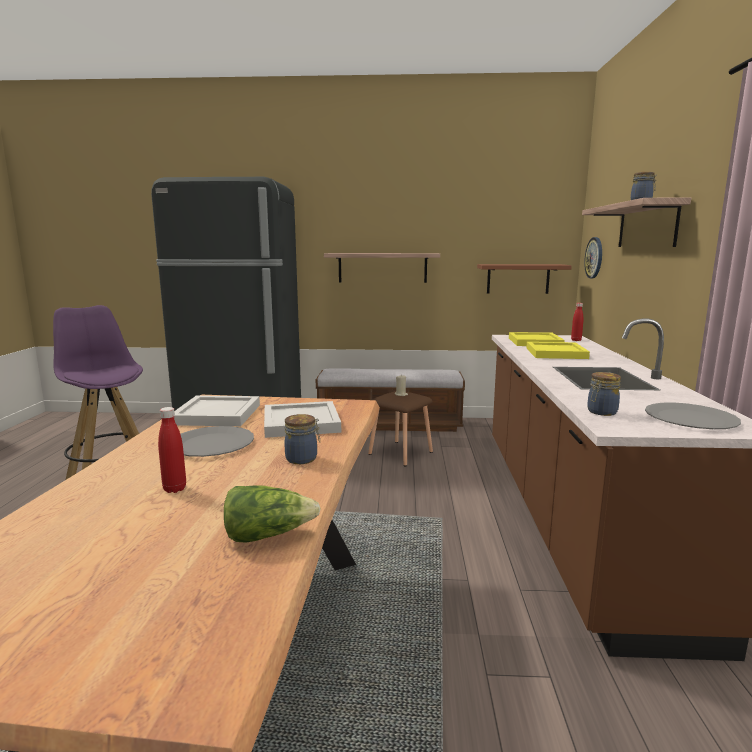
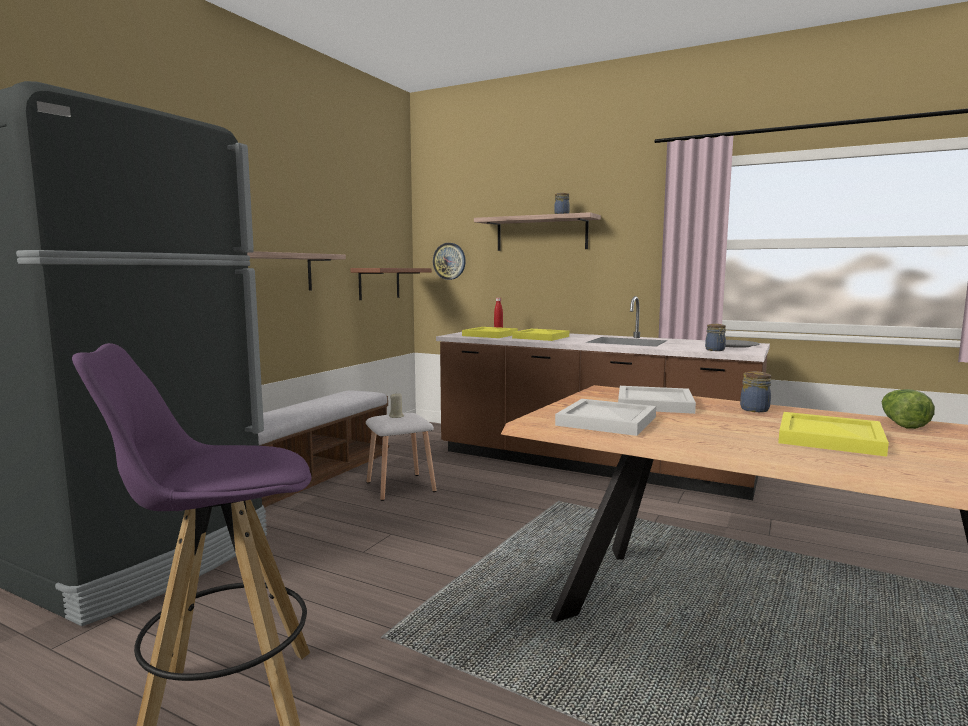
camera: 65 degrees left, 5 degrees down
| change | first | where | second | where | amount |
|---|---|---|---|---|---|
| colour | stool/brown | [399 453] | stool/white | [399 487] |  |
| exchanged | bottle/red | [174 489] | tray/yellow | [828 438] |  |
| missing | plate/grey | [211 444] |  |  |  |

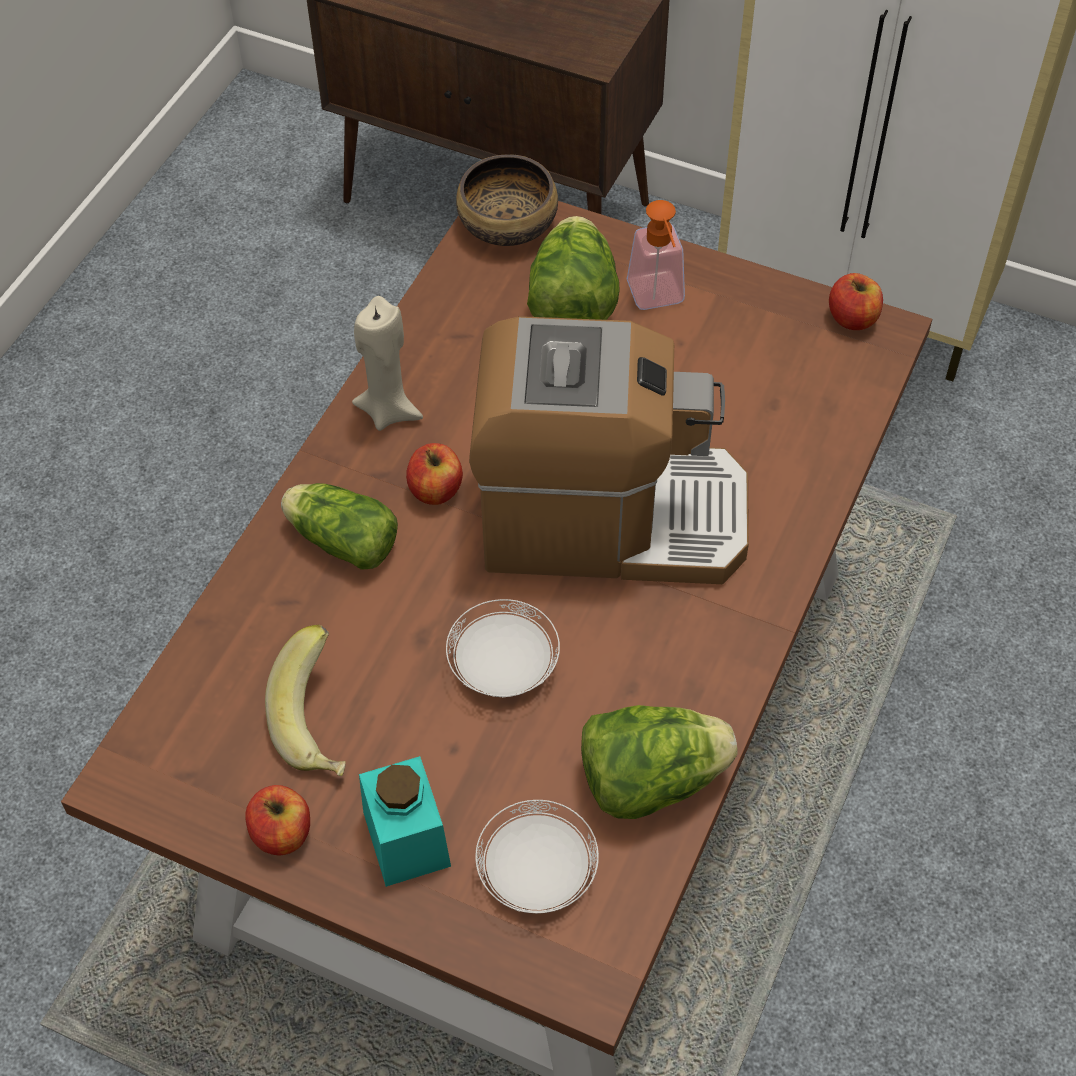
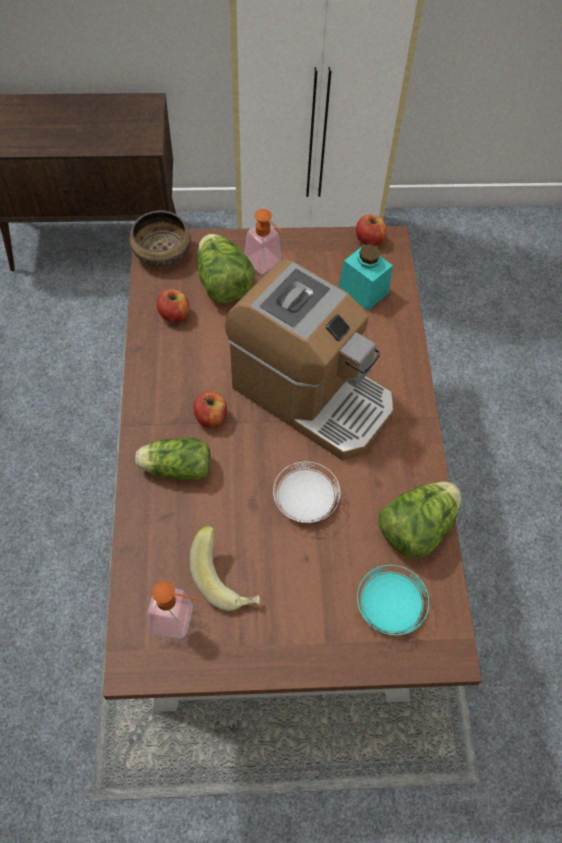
camera: 30 degrees left, 5 degrees up
| change | first | where | second | where | amount |
|---|---|---|---|---|---|
| appeared |  |  | soap dispenser | [179 620] |  |
| relocated | apple | [282 833] |  | [174 314] |  |
| spun | coffee machine | [609 518] |  | [311 394] | 60 degrees clockwise |
| relocated | jar/turquoise | [406 839] |  | [363 290] |  |
| colour | plate/white | [536 872] | plate/turquoise | [389 606] |  |
| missing | candle/beige | [389 410] |  |  |  |

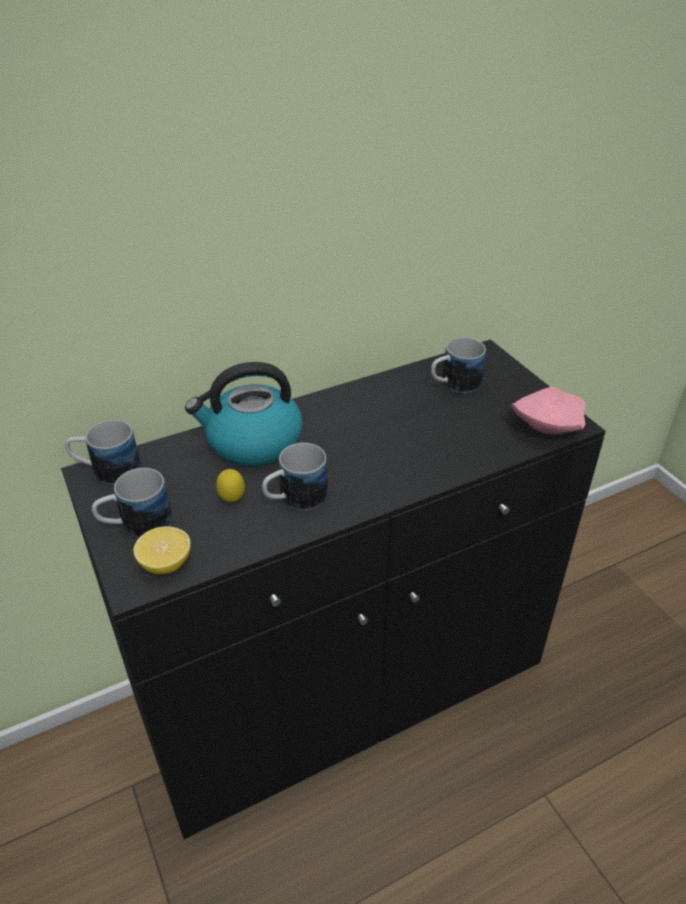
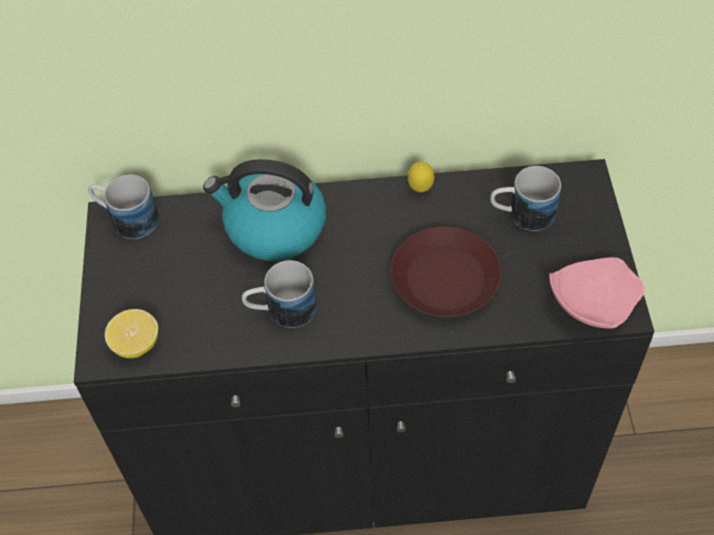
camera: 25 degrees right, 15 degrees up
| change | first | where | second | where | amount |
|---|---|---|---|---|---|
| appeared |  |  | plate/brown | [446 278] |  |
| relocated | lemon | [232 500] |  | [420 189] |  |
| missing | mug | [136 525] |  |  |  |

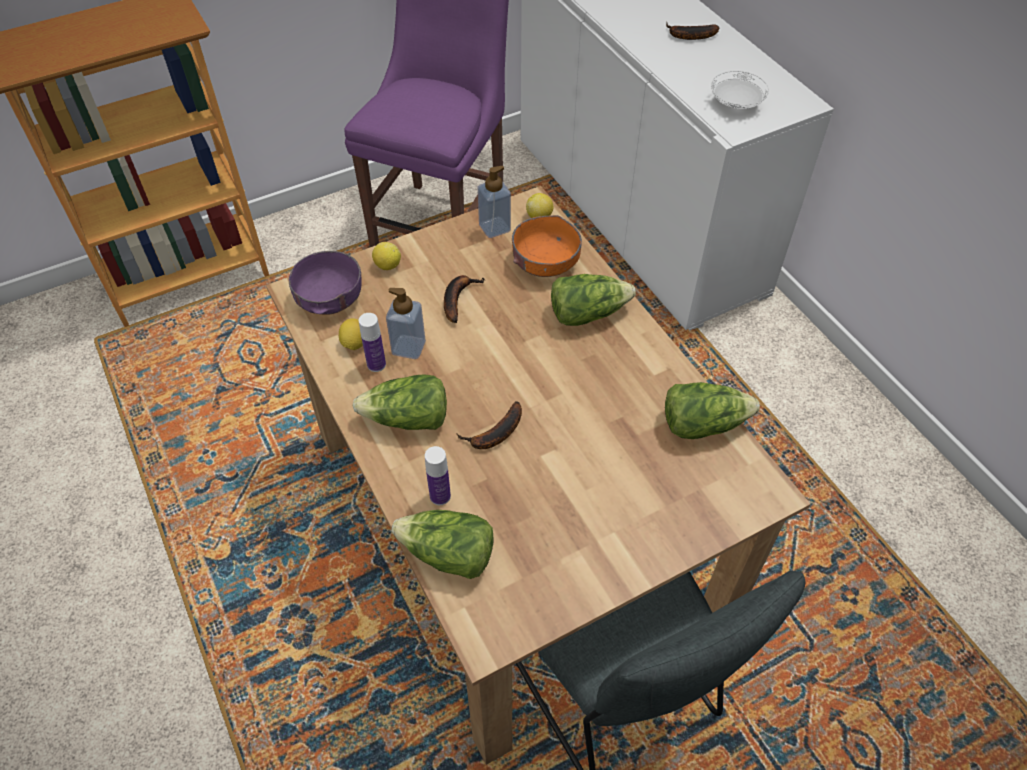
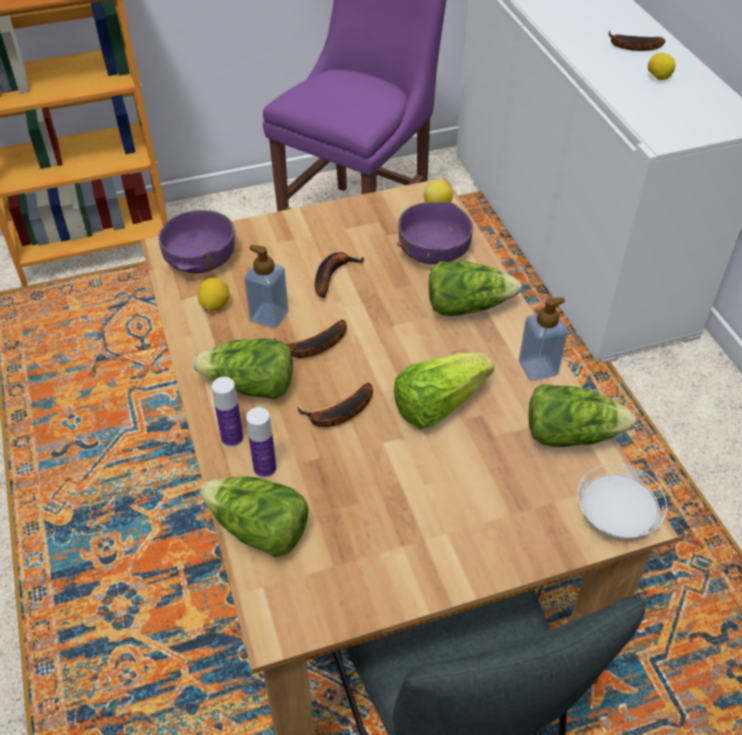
camera: 10 degrees right, 5 degrees down
| change | first | where | second | where | amount |
|---|---|---|---|---|---|
| relocated | bottle | [376 364] |  | [232 438] |  |
| appeared |  |  | banana | [313 347] |  |
| appeared |  |  | lettuce | [438 405] |  |
| colour | bowl/orange | [545 262] | bowl/purple | [433 251] |  |
| relocated | soap dispenser | [494 228] |  | [538 368] |  |
| relocated | plate/white | [735 104] |  | [615 515] |  |
| relocated | lemon | [387 265] |  | [658 78] |  |

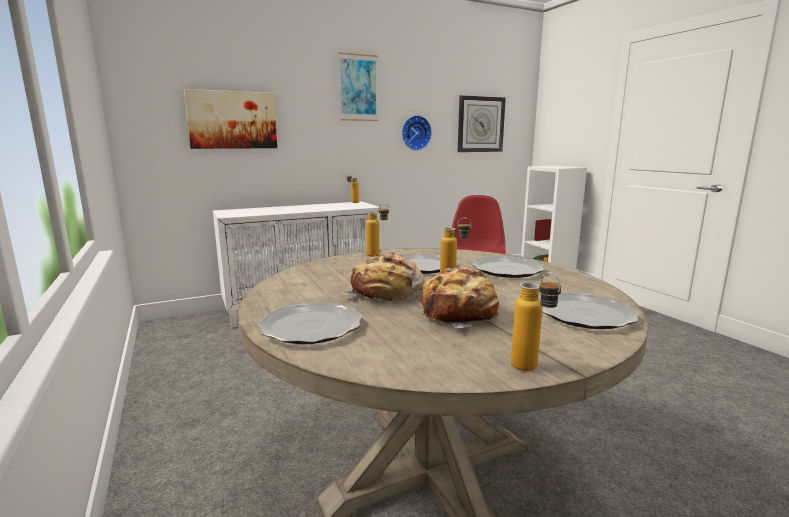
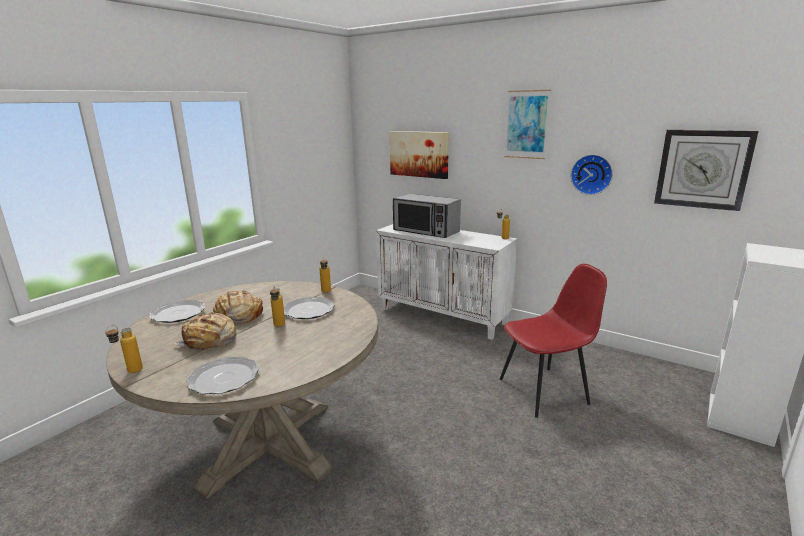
camera: 60 degrees right, 5 degrees up
| change | first | where | second | where | amount |
|---|---|---|---|---|---|
| appeared |  |  | microwave | [426 231] |  |
| missing | plate | [507 269] |  |  |  |

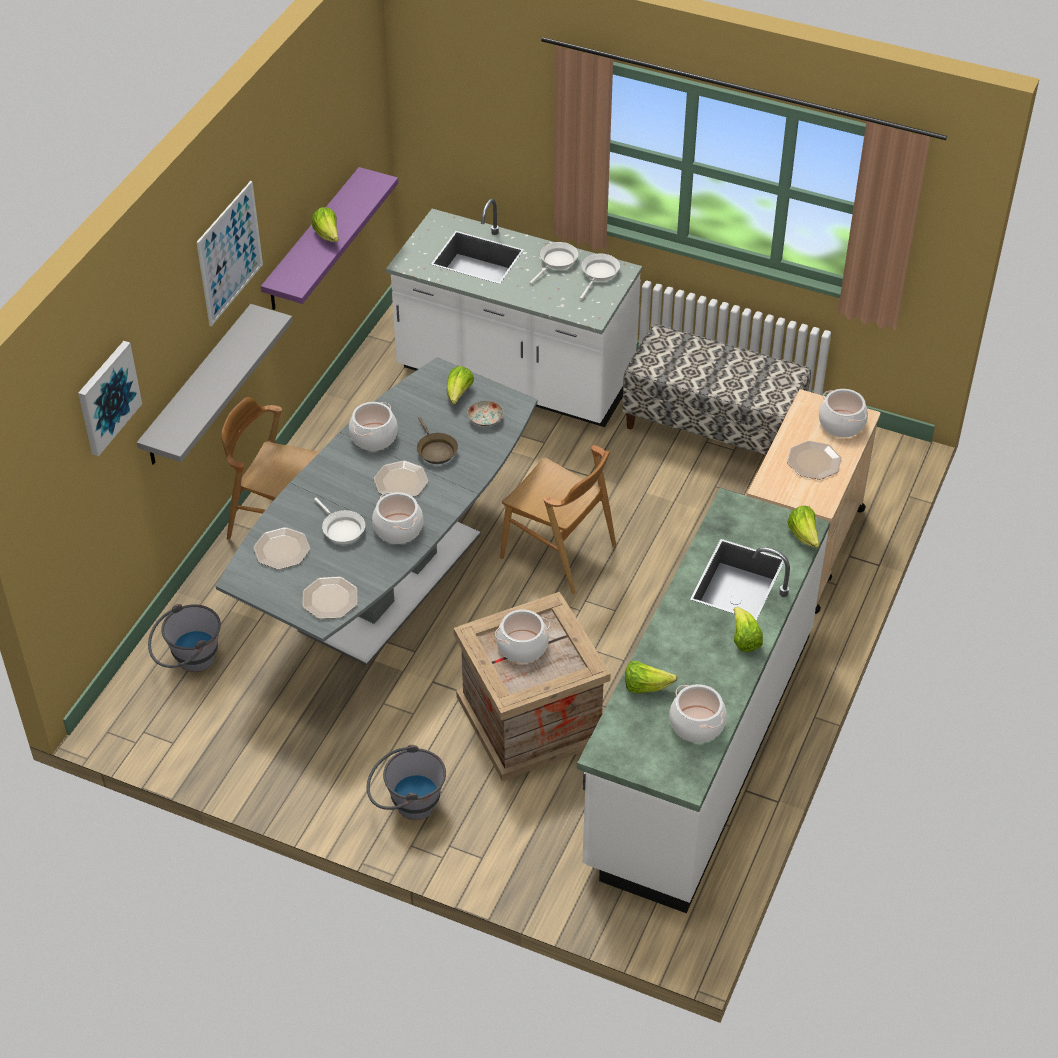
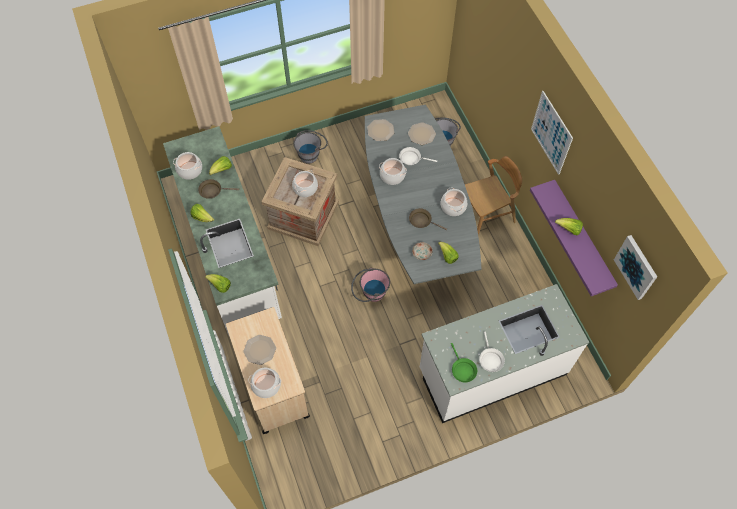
camera: 135 degrees right, 15 degrees up
| change | first | where | second | where | amount |
|---|---|---|---|---|---|
| appeared |  |  | frying pan/brown | [212 191] |  |
| exchanged | chair/brown | [558 552] | bucket/pink | [370 294] |  |
| colour | frying pan/white | [599 274] | frying pan/green | [462 369] |  |
| relocated | picture | [107 397] |  | [636 267] |  |
| missing | shelf/grey | [198 387] |  |  |  |
| missing | plate | [400 481] |  |  |  |
| missing | bench | [712 428] |  |  |  |

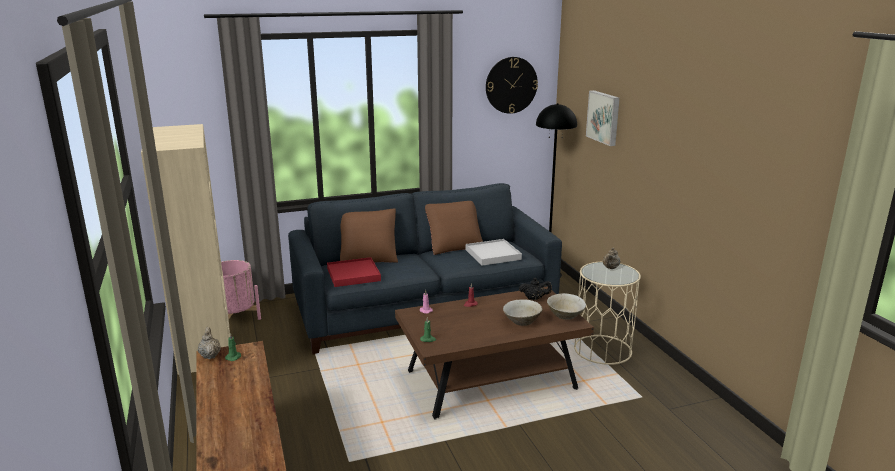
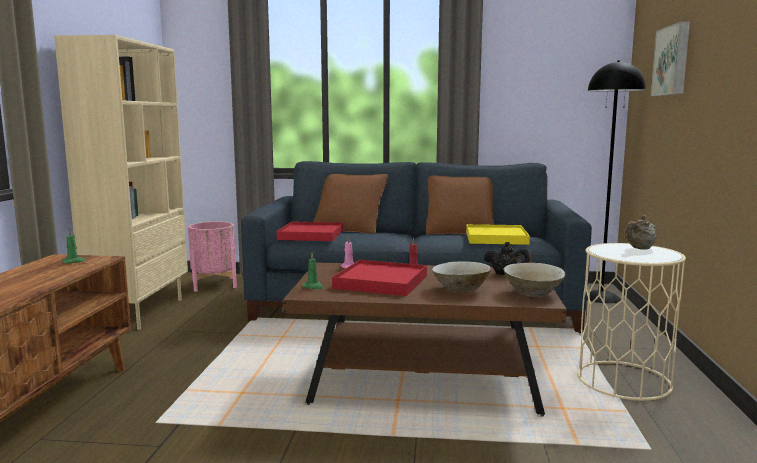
camera: 25 degrees right, 10 degrees down
| change | first | where | second | where | amount |
|---|---|---|---|---|---|
| appeared |  |  | tray/red | [381 282] |  |
| colour | tray/white | [493 254] | tray/yellow | [496 238] |  |
| missing | teapot/beige | [210 355] |  |  |  |
| missing | wall clock | [511 85] |  |  |  |

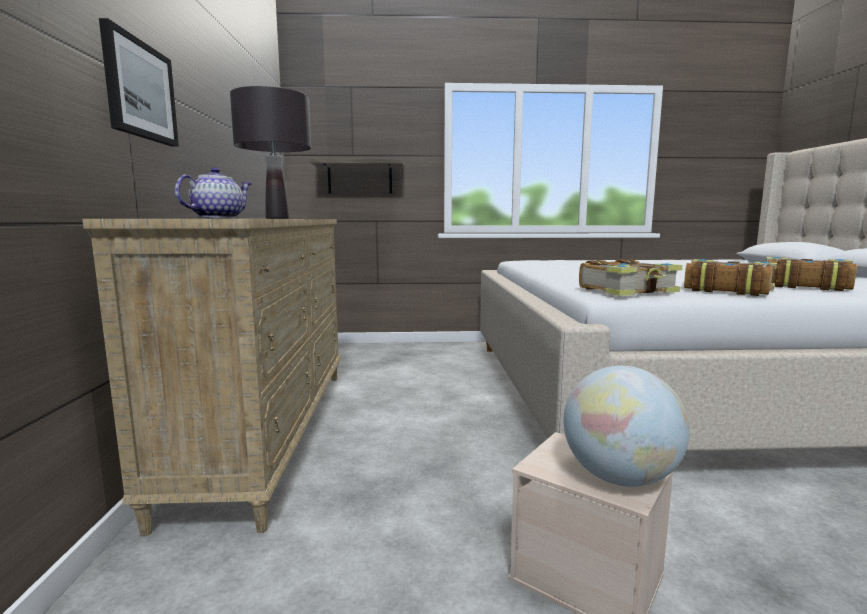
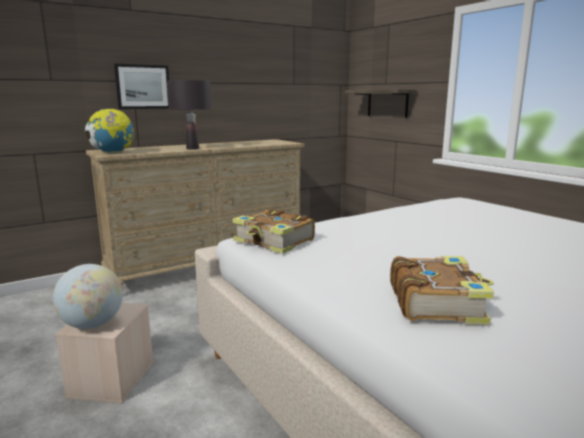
camera: 60 degrees right, 5 degrees up
| change | first | where | second | where | amount |
|---|---|---|---|---|---|
| exchanged | teapot | [218 218] | globe | [112 153] |  |
| missing | book | [726 289] |  |  |  |

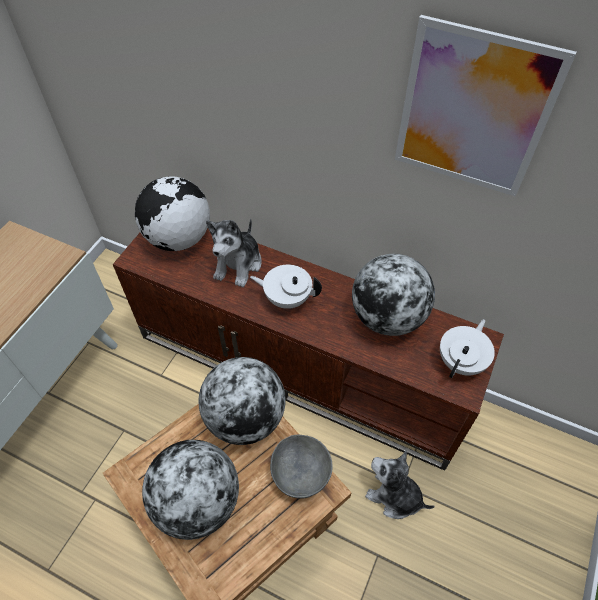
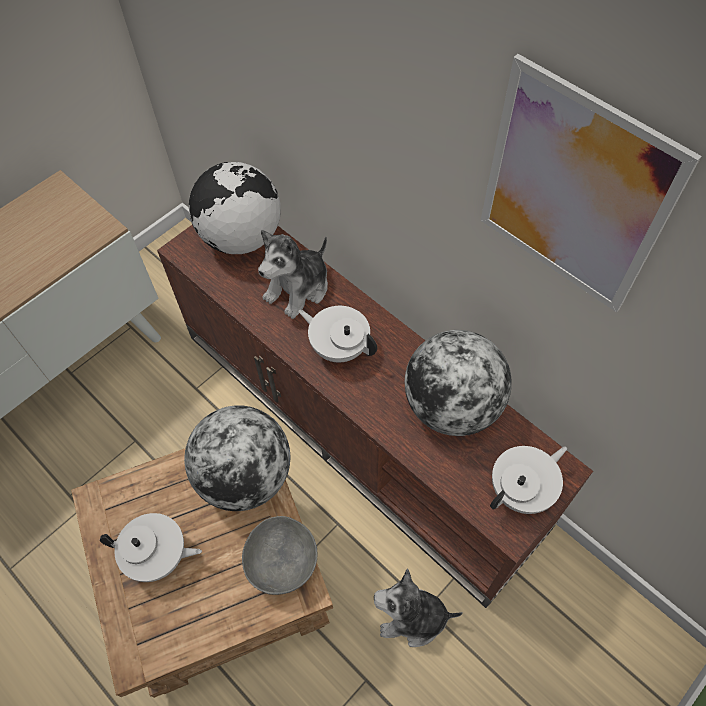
camera: 20 degrees right, 5 degrees up
| change | first | where | second | where | amount |
|---|---|---|---|---|---|
| exchanged | globe | [198 502] | teapot/white | [158 556] |  |
| spun | plush toy | [394 496] |  | [412 617] | 45 degrees counterclockwise |

